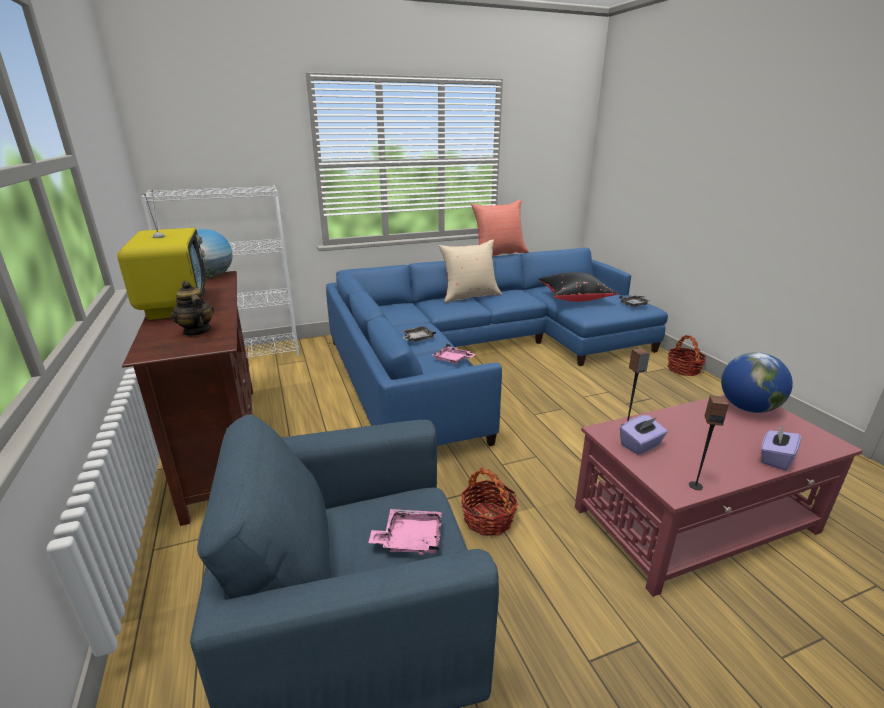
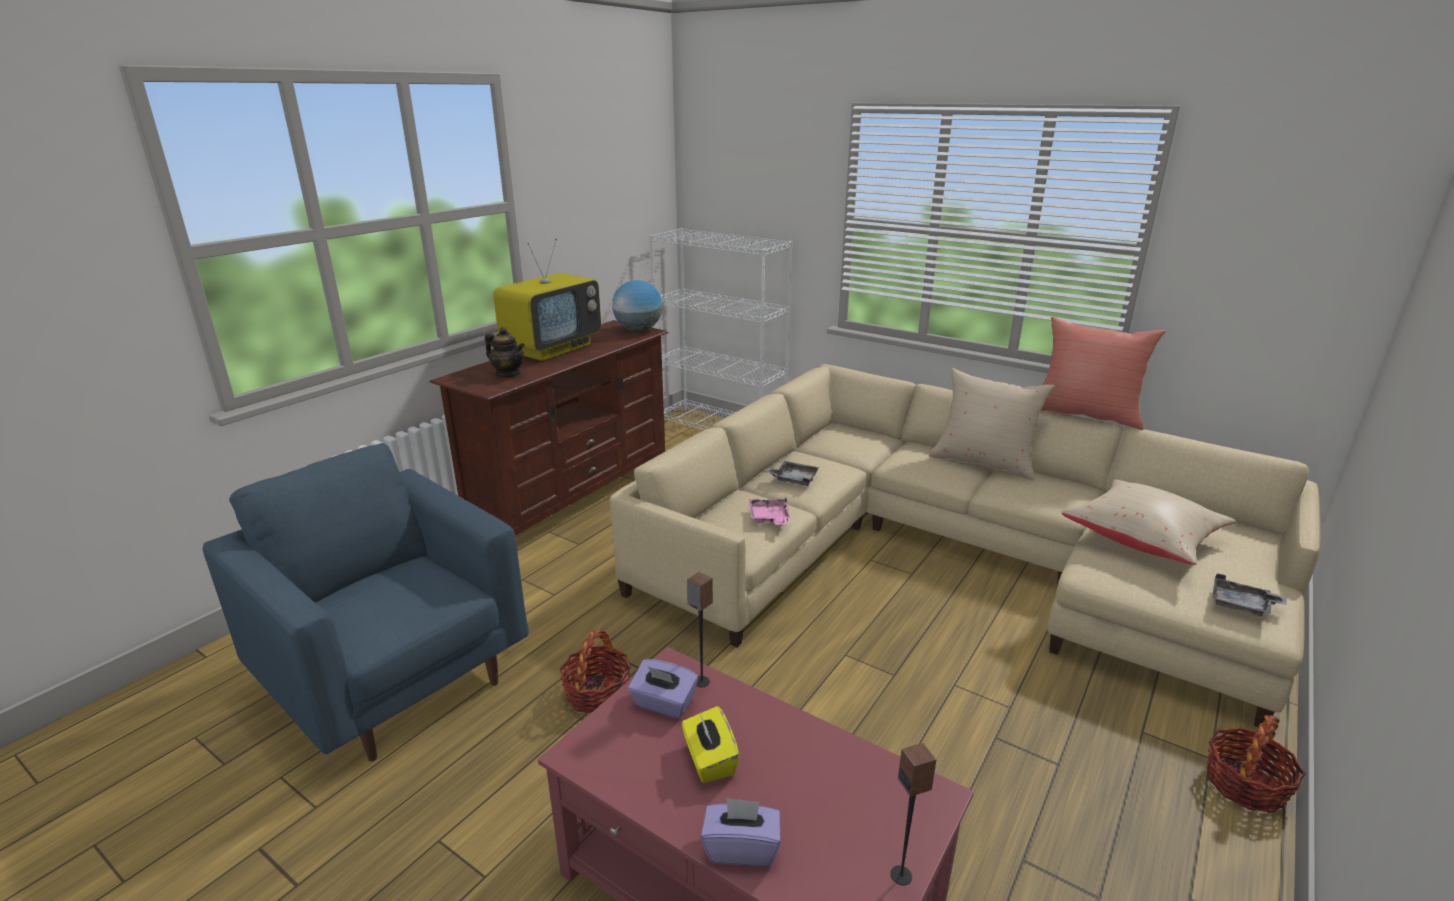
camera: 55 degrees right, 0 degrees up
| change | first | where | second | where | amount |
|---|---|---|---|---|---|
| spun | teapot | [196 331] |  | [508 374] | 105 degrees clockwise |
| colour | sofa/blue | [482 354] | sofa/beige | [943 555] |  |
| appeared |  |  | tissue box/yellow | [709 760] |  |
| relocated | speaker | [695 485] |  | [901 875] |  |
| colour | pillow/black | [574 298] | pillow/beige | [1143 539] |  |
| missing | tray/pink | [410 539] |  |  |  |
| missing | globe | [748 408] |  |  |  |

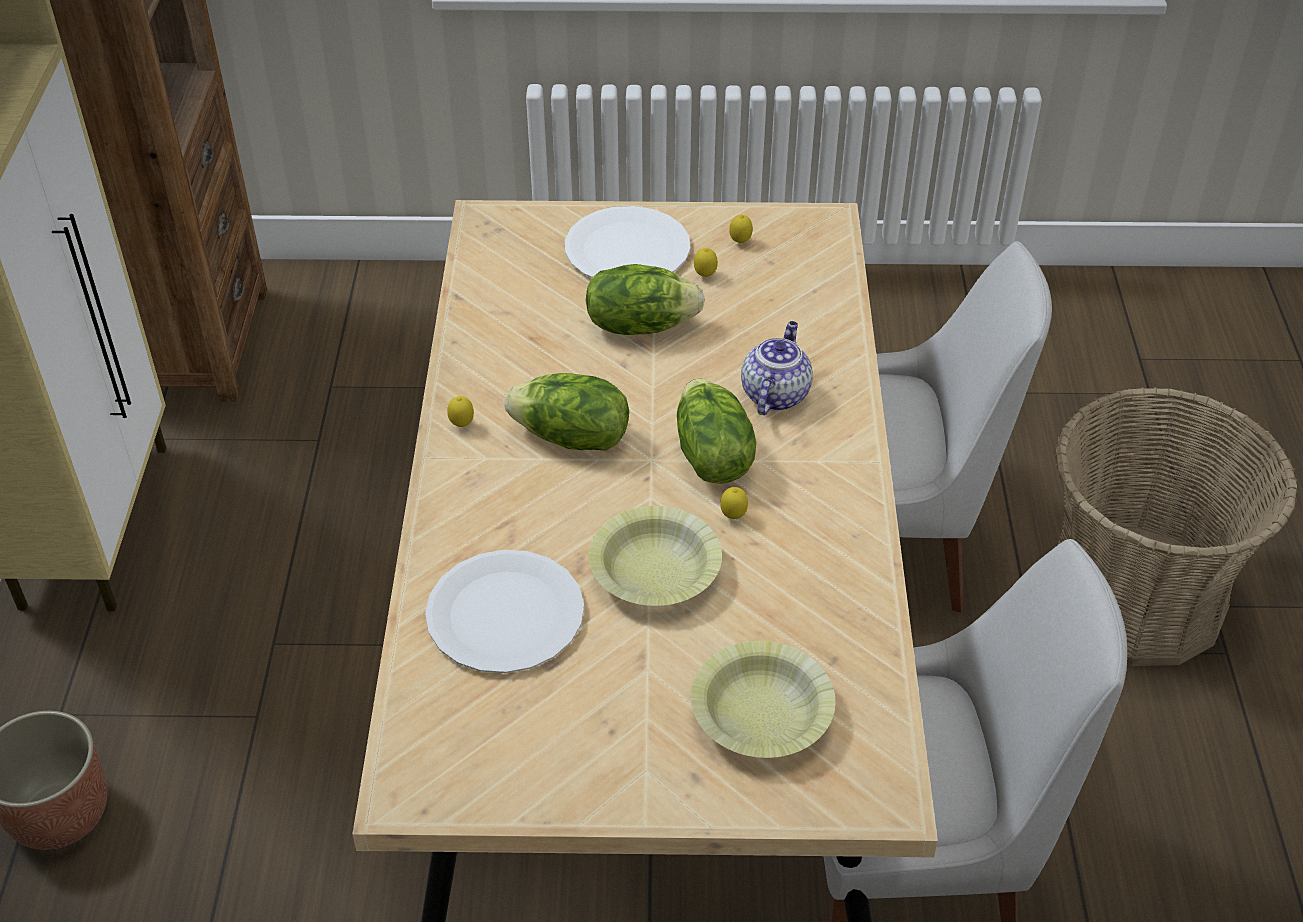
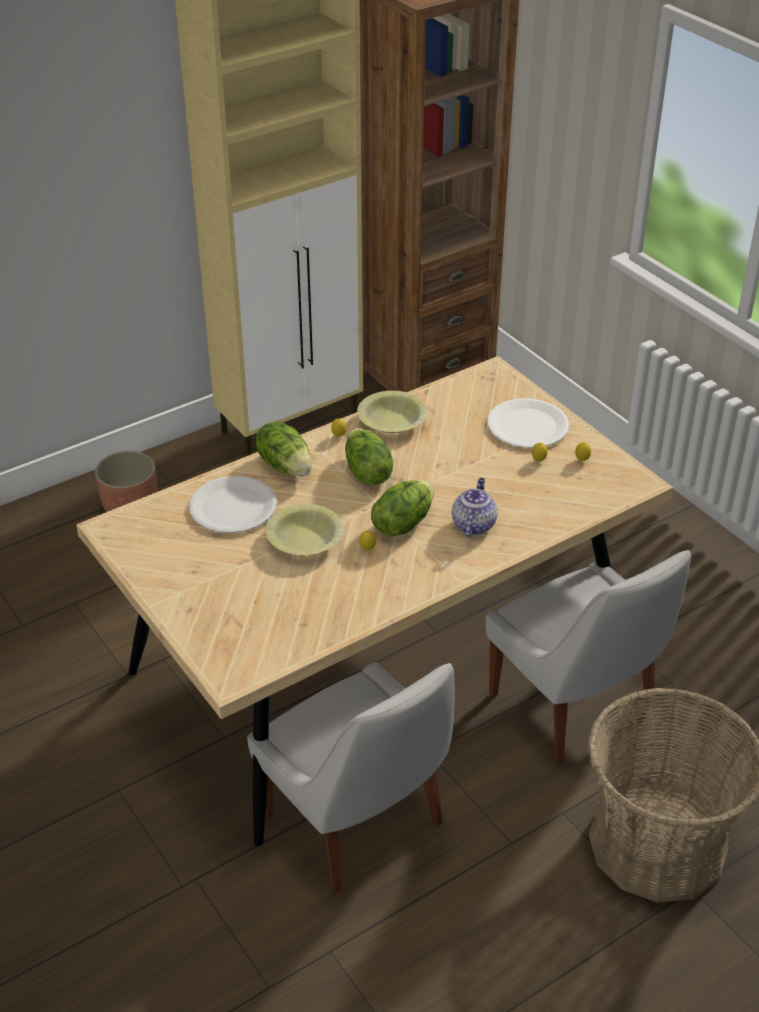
camera: 55 degrees right, 5 degrees down
| change | first | where | second | where | amount |
|---|---|---|---|---|---|
| relocated | lettuce | [640 324] |  | [286 466] |  |
| relocated | bowl/yellow | [762 714] |  | [392 421] |  |
| spun | teapot | [774 394] |  | [473 524] | 60 degrees counterclockwise |

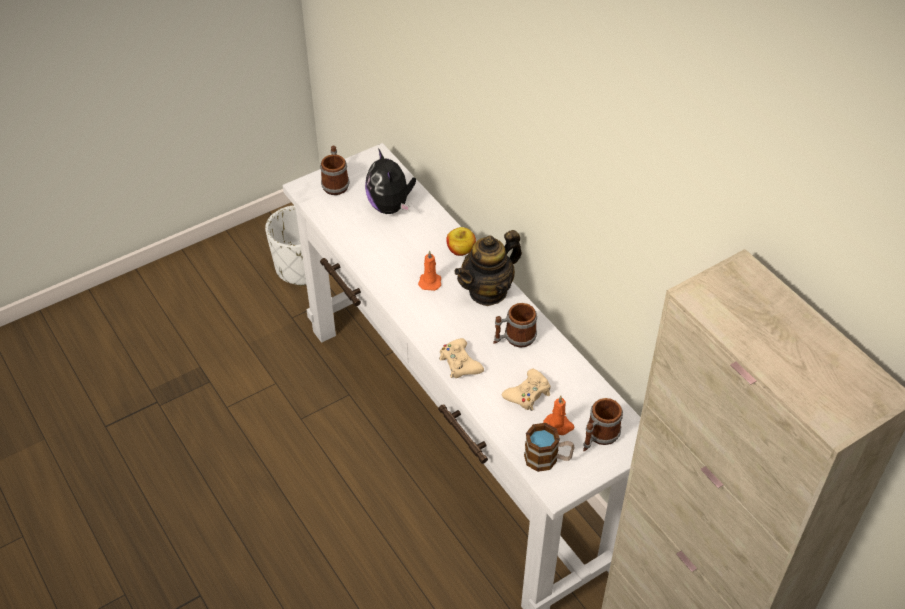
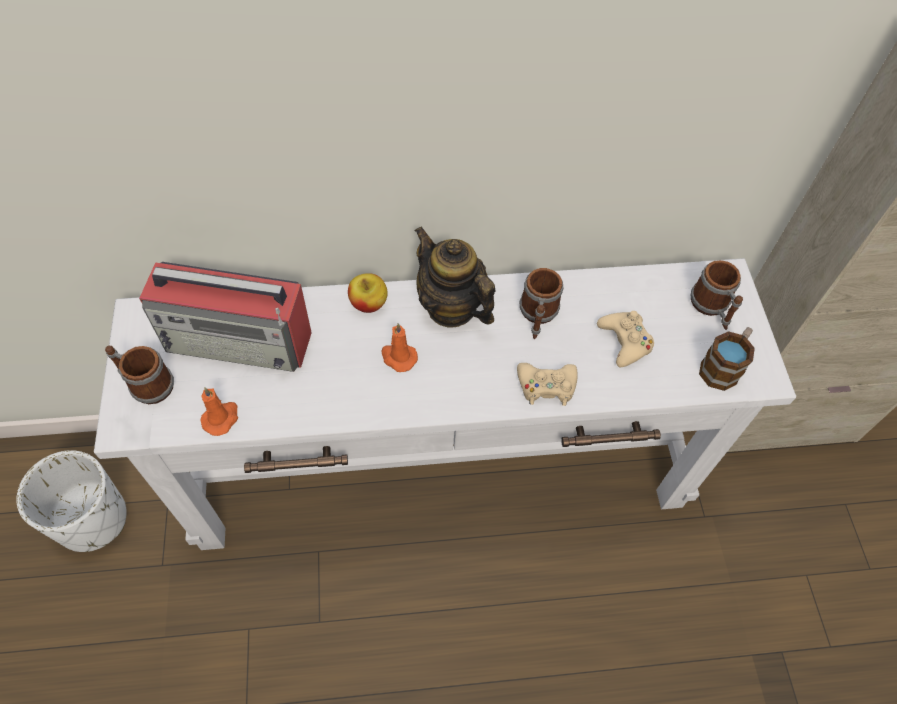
camera: 65 degrees left, 10 degrees up
| change | first | where | second | where | amount |
|---|---|---|---|---|---|
| exchanged | plush toy | [391 206] | radio | [240 341] |  |
| relocated | candle/orange | [558 426] |  | [221 418] |  |
| spun | teapot | [488 291] |  | [451 307] | 150 degrees clockwise |

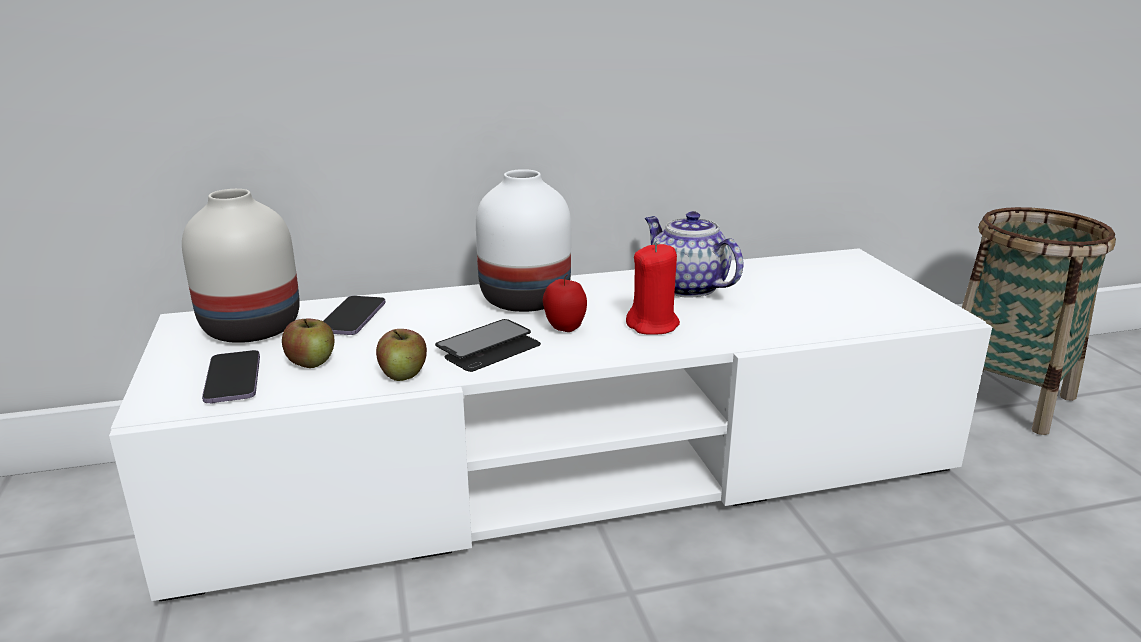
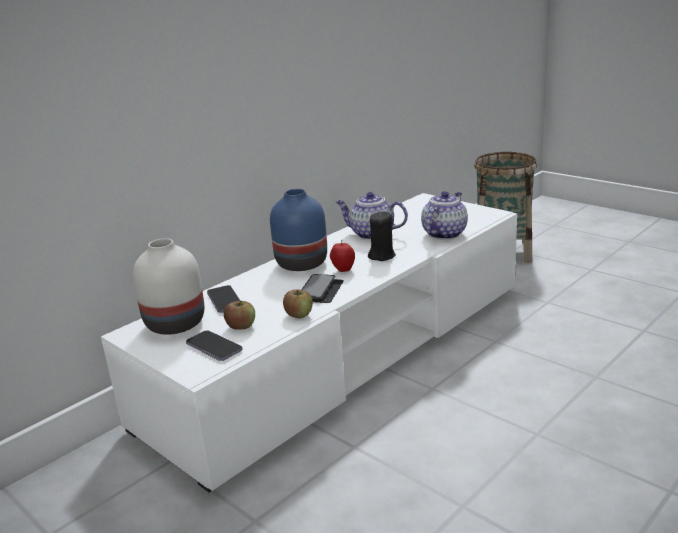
camera: 30 degrees left, 0 degrees up
| change | first | where | second | where | amount |
|---|---|---|---|---|---|
| colour | vase/white | [527 299] | vase/blue | [302 263] |  |
| colour | candle/red | [653 325] | candle/black | [382 256] |  |
| appeared |  |  | teapot | [444 233] |  |

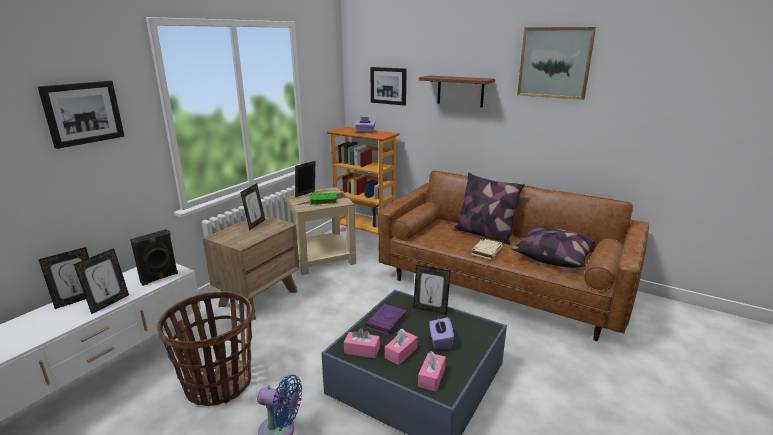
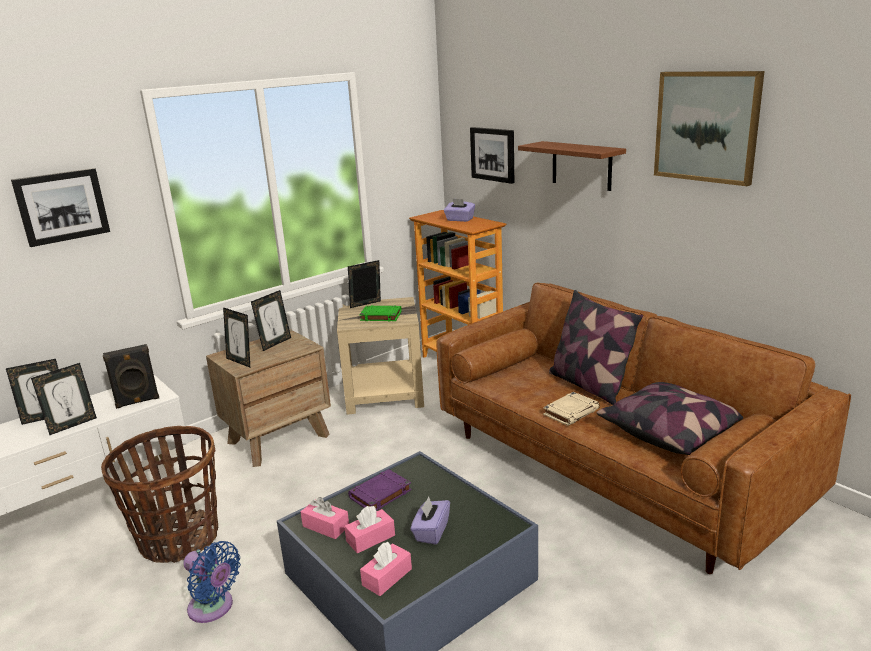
camera: 20 degrees right, 0 degrees up
| change | first | where | second | where | amount |
|---|---|---|---|---|---|
| relocated | picture frame | [430 309] |  | [240 361] |  |

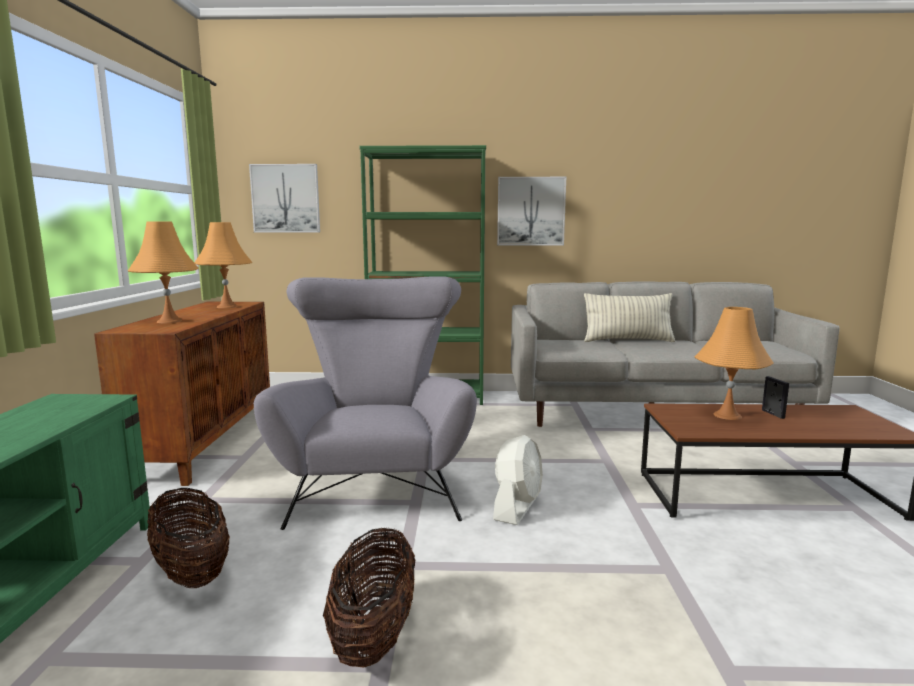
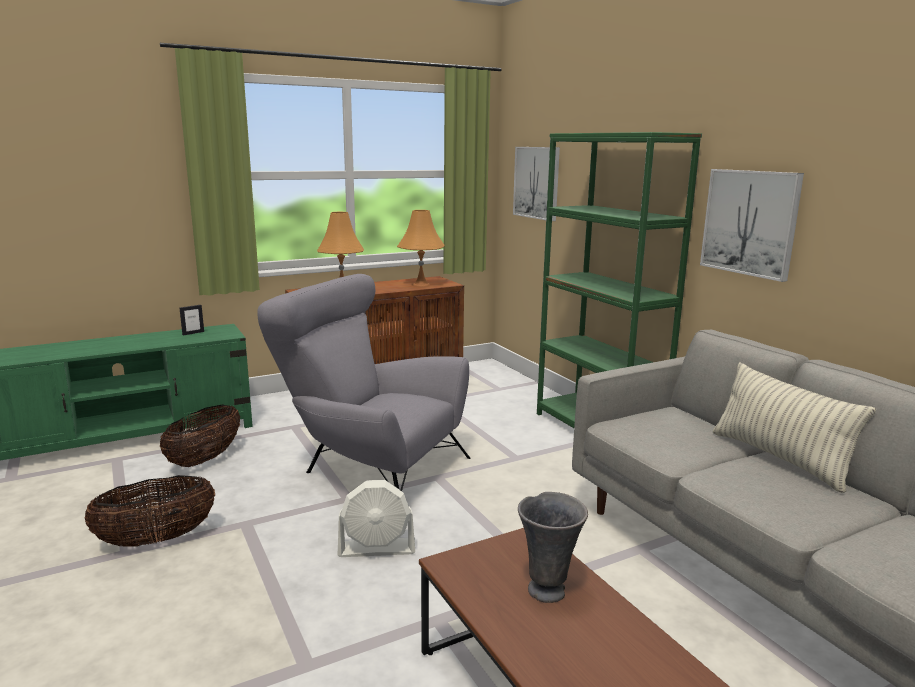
camera: 60 degrees right, 5 degrees up
| change | first | where | second | where | amount |
|---|---|---|---|---|---|
| relocated | picture frame | [772 414] |  | [193 333] |  |
| spun | armchair/grey | [375 482] |  | [370 471] | 120 degrees counterclockwise |
| exchanged | table lamp/orange | [727 415] | vase/grey | [548 590] |  |

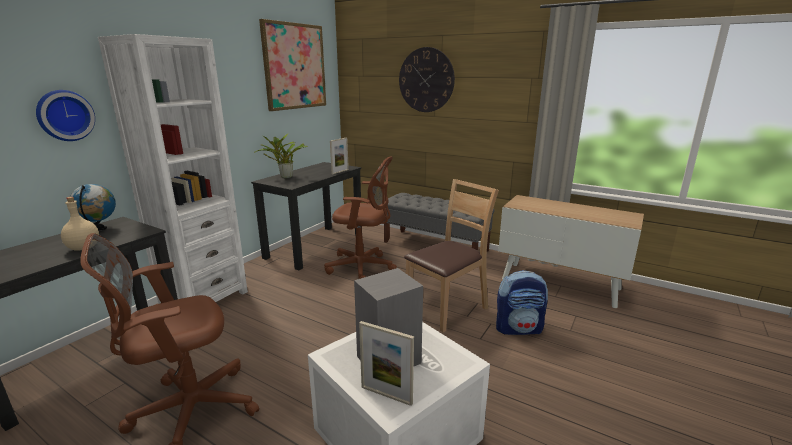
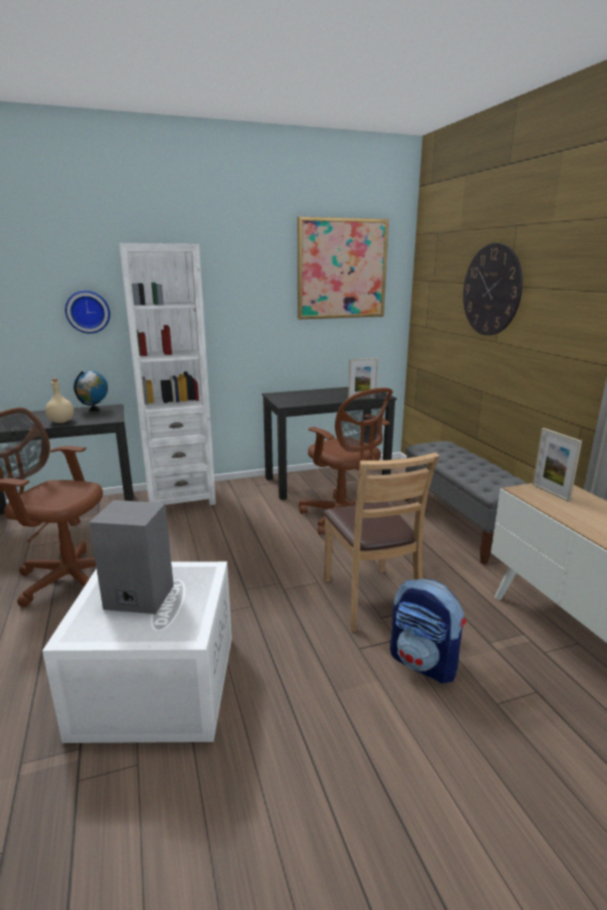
camera: 40 degrees right, 0 degrees up
| change | first | where | second | where | amount |
|---|---|---|---|---|---|
| spun | chair/brown | [447 308] |  | [370 598] | 75 degrees clockwise |
| relocated | picture frame | [386 395] |  | [550 492] |  |
| missing | potted plant | [284 177] |  |  |  |

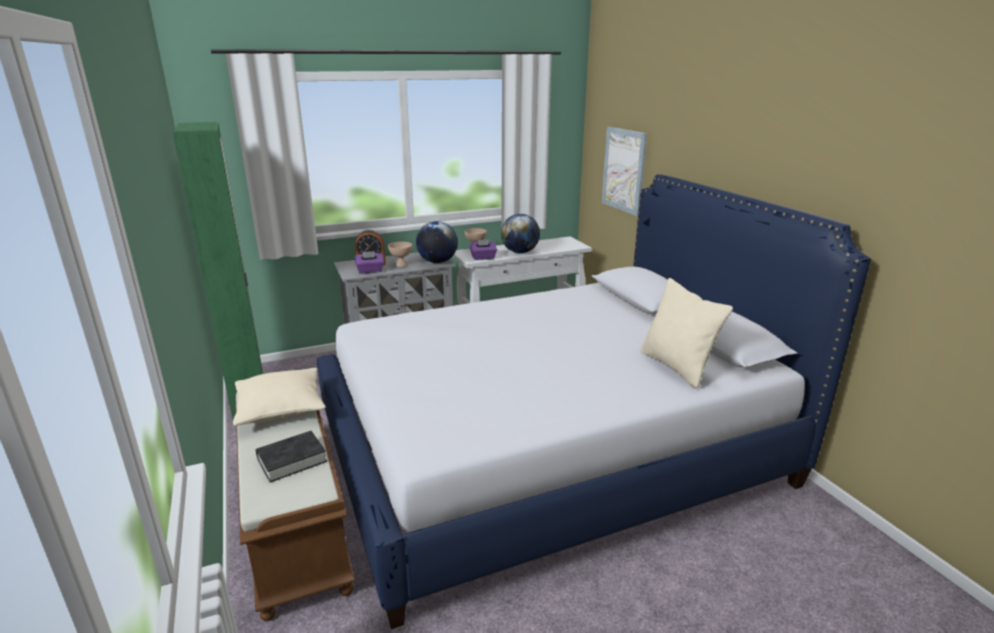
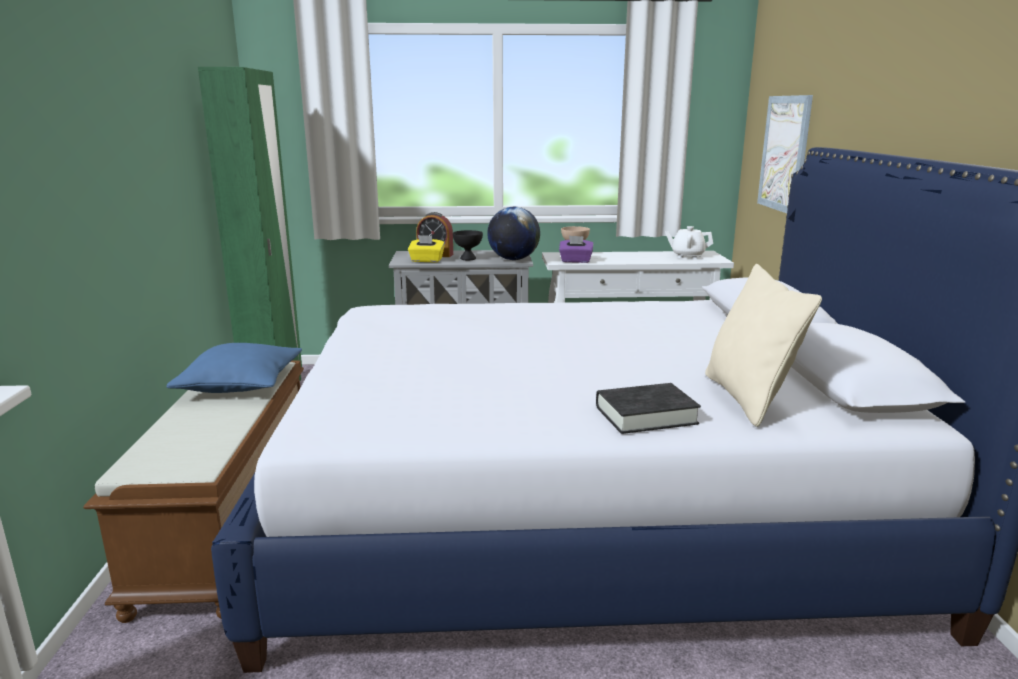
camera: 20 degrees right, 5 degrees down
| change | first | where | second | where | amount |
|---|---|---|---|---|---|
| colour | pillow/beige | [280 408] | pillow/blue | [241 384] |  |
| colour | tissue box/purple | [370 271] | tissue box/yellow | [426 260] |  |
| colour | bowl/beige | [401 265] | bowl/black | [467 258] |  |
| relocated | book/black | [292 460] |  | [645 415] |  |
| appeared |  |  | teapot/white | [687 256] |  |
| missing | globe | [520 252] |  |  |  |

